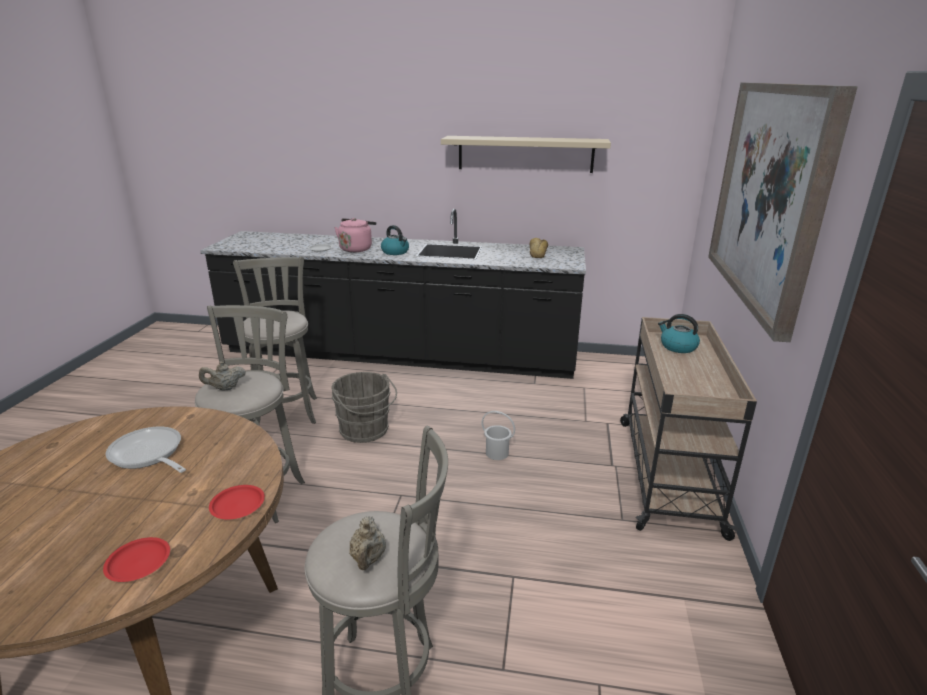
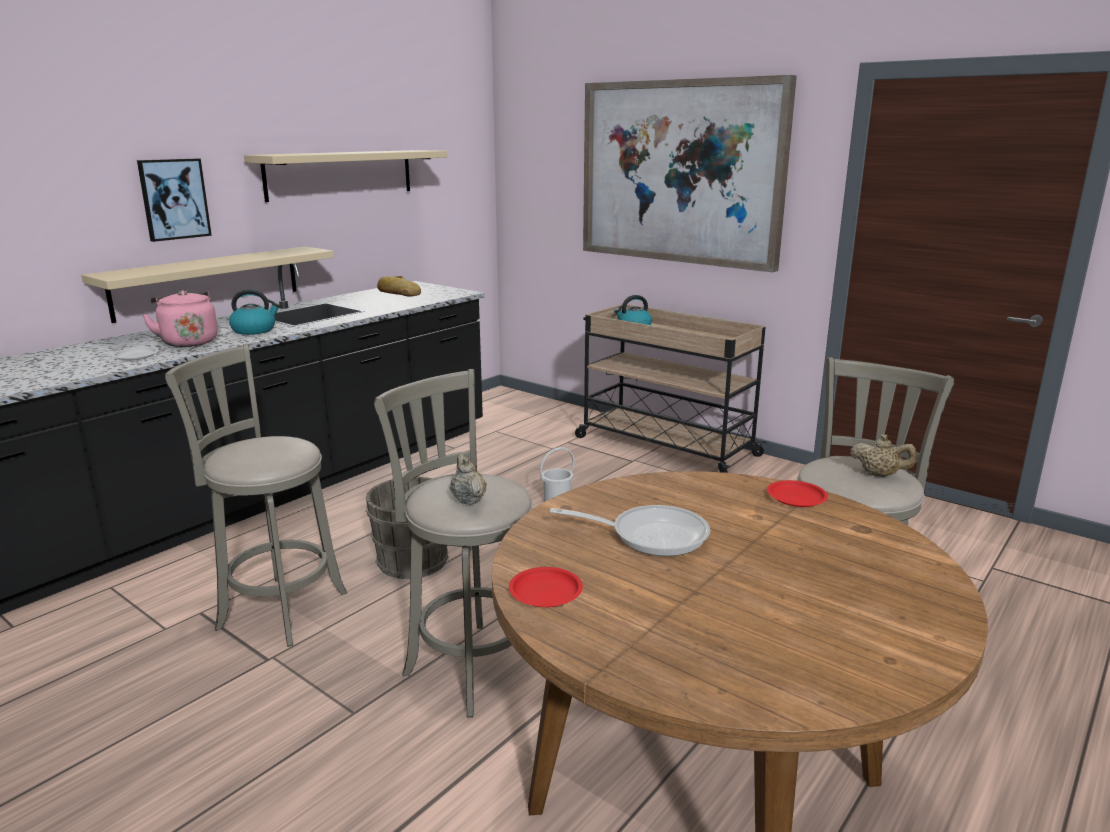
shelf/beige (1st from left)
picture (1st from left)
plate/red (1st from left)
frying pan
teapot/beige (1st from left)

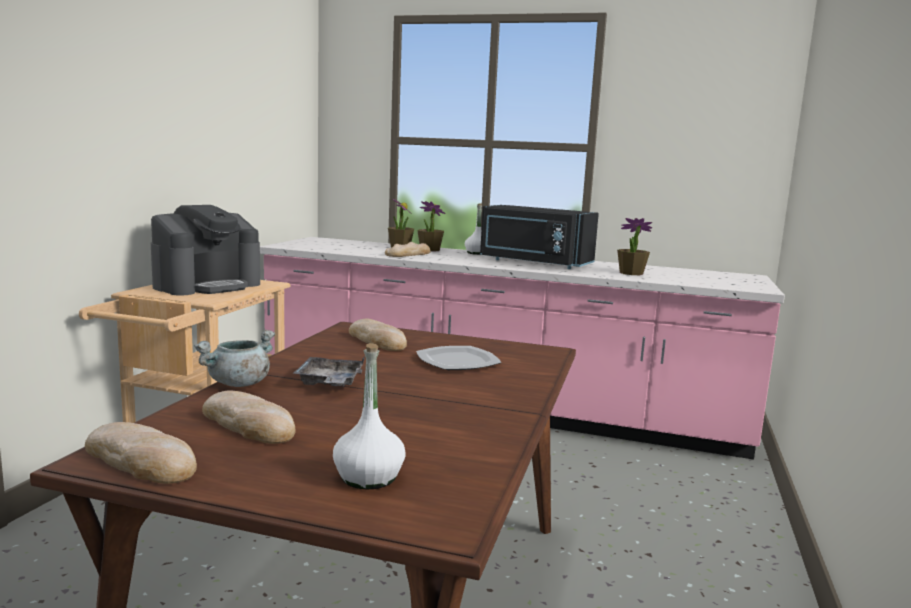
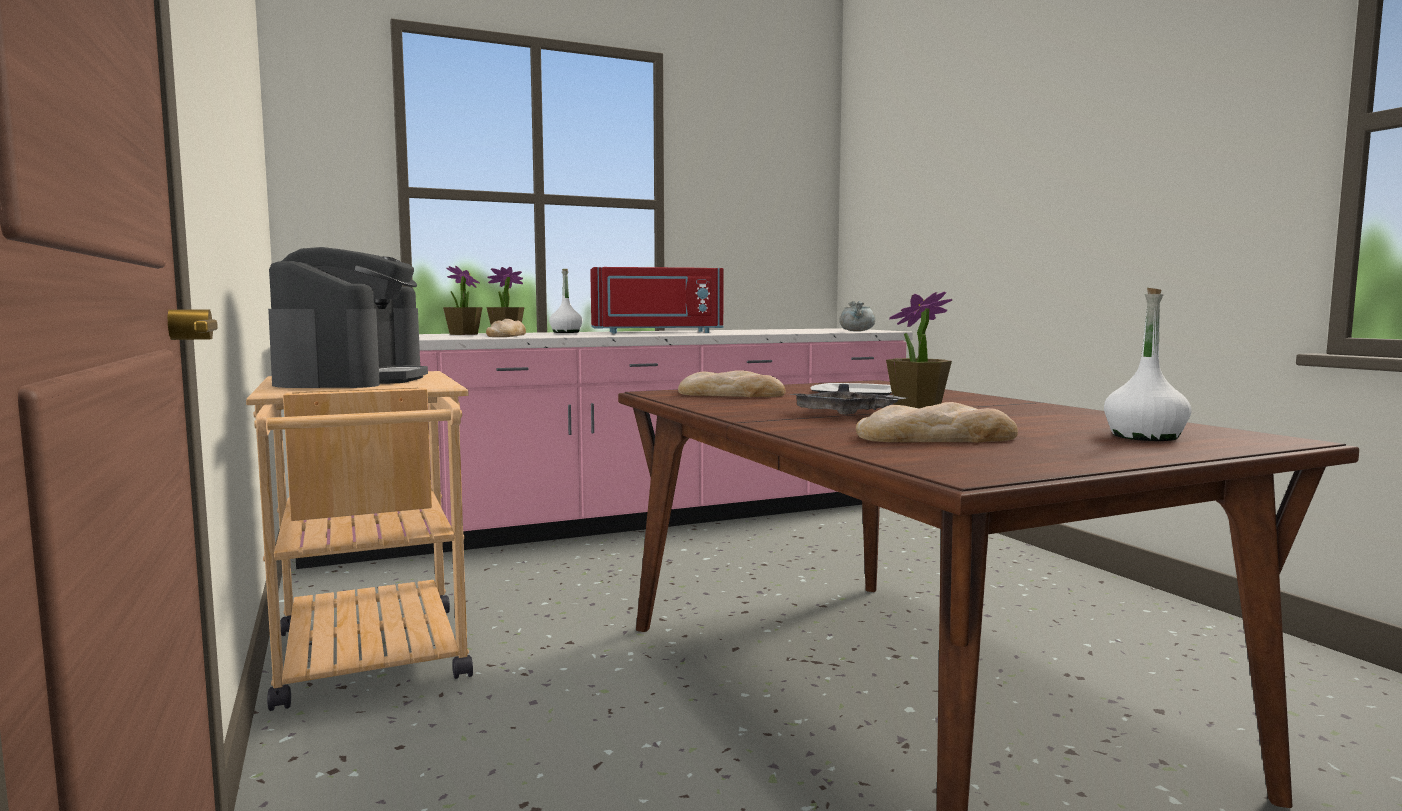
bread (1st from left in the first image)
cooking pot/grey
potted plant (3rd from left)
microwave/red

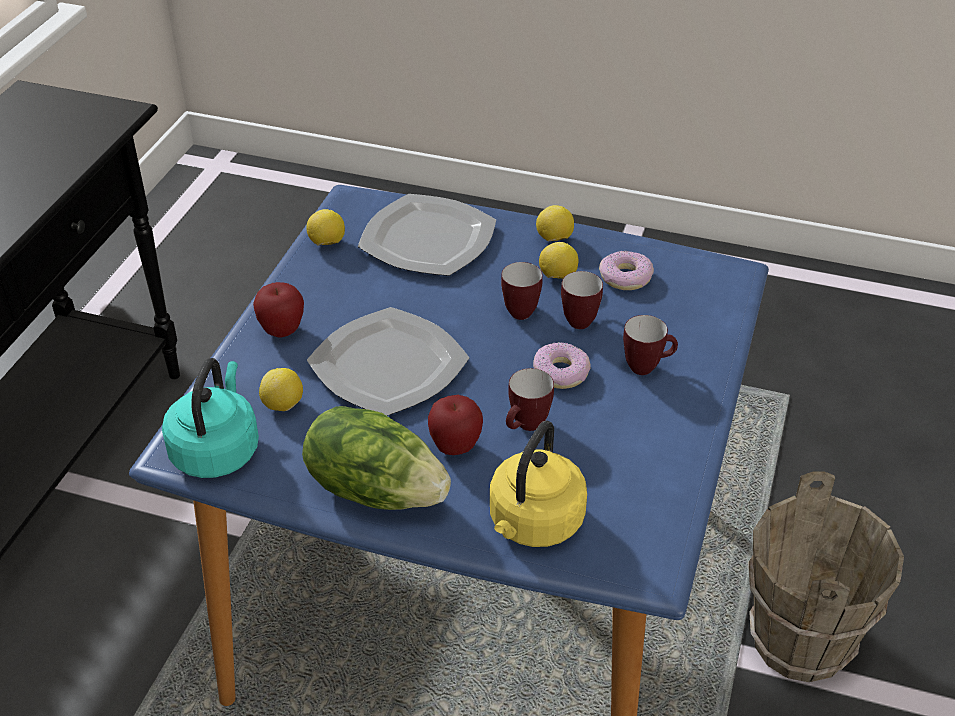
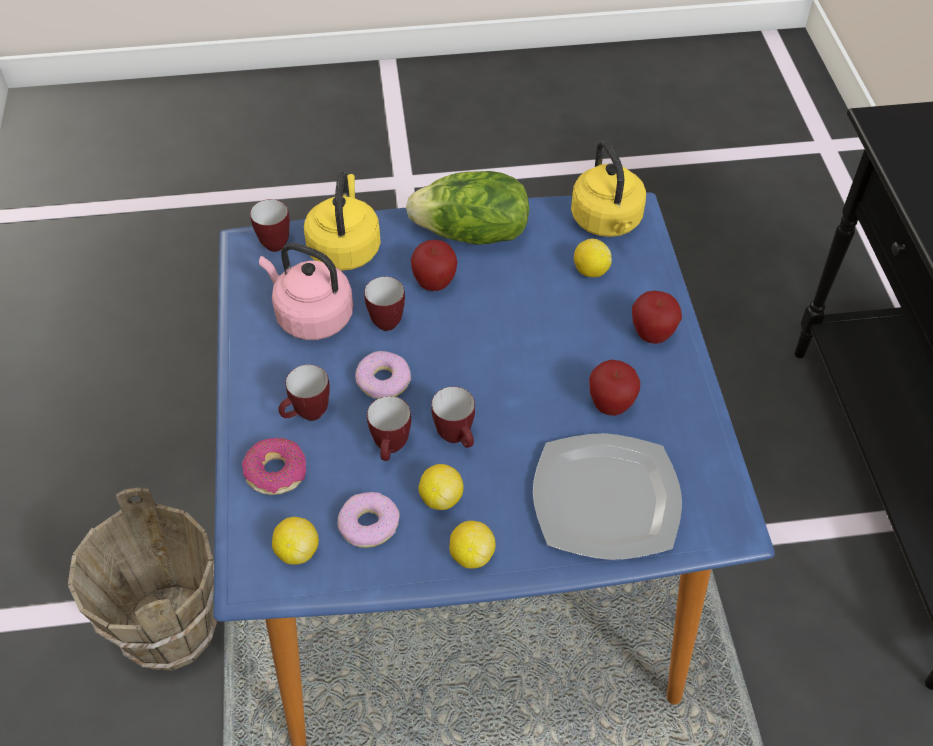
plate (1st from left in the first image)
donut (1st from left)
mug (1st from left)
kettle/pink
apple (2nd from left)
lemon (1st from left)
kettle/yellow (2nd from left)

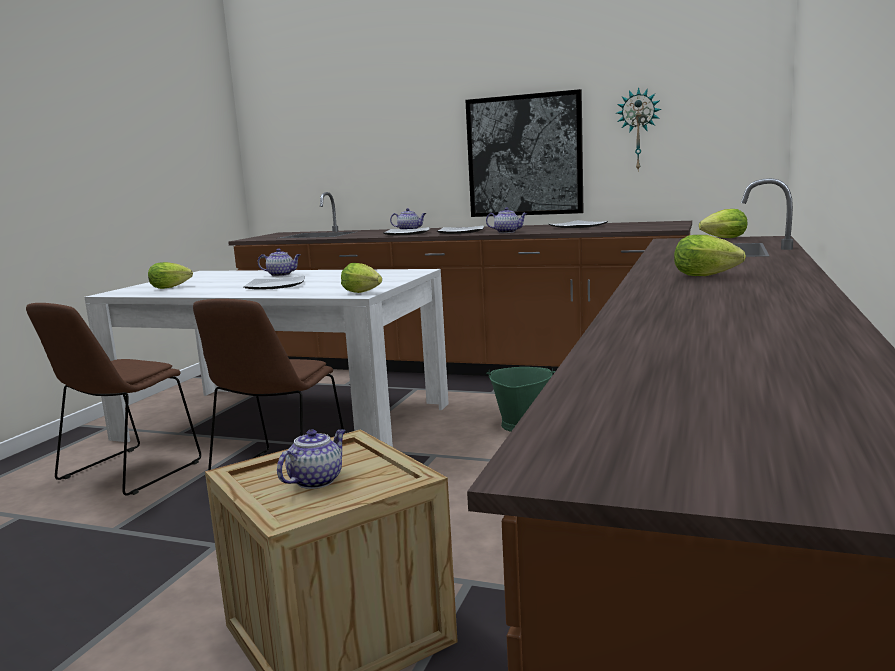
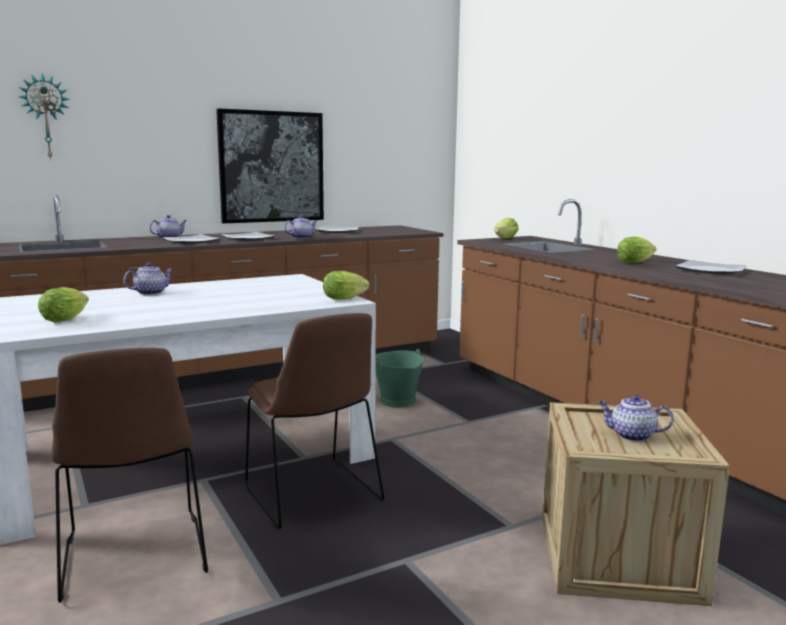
plate (4th from left)
wall clock
teapot (4th from left)

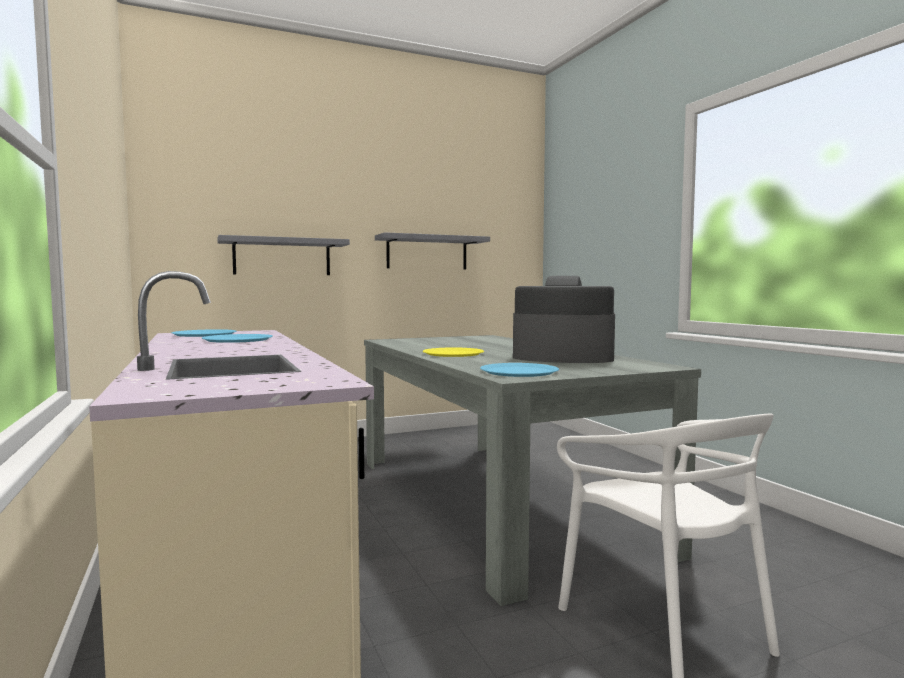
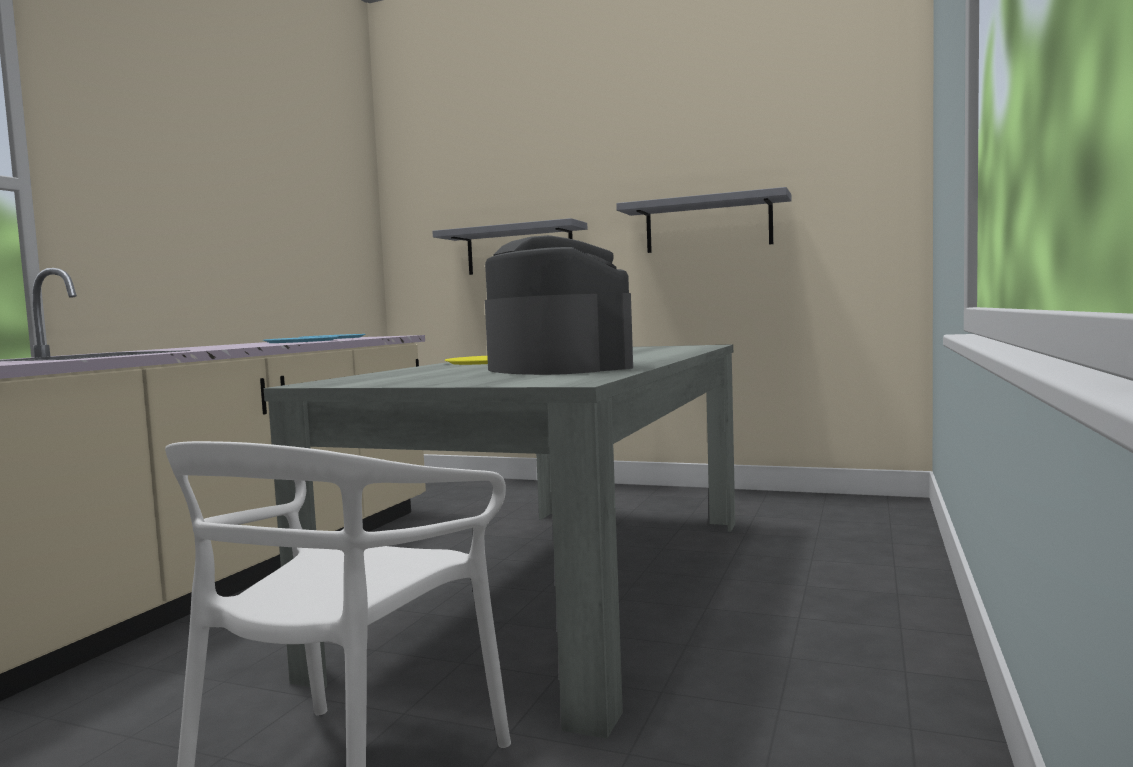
plate/blue (3rd from left in the first image)

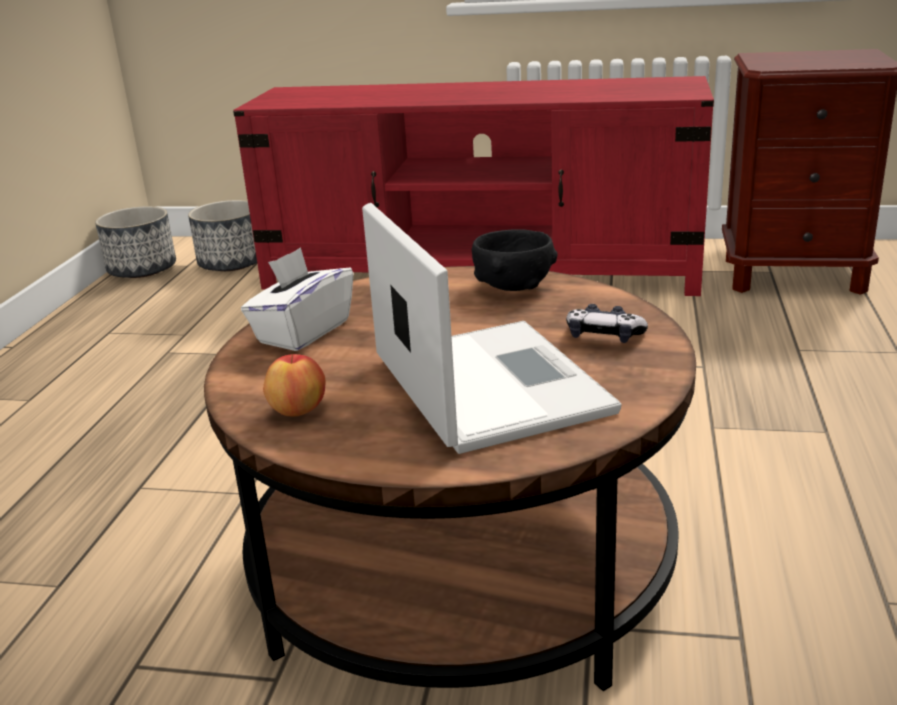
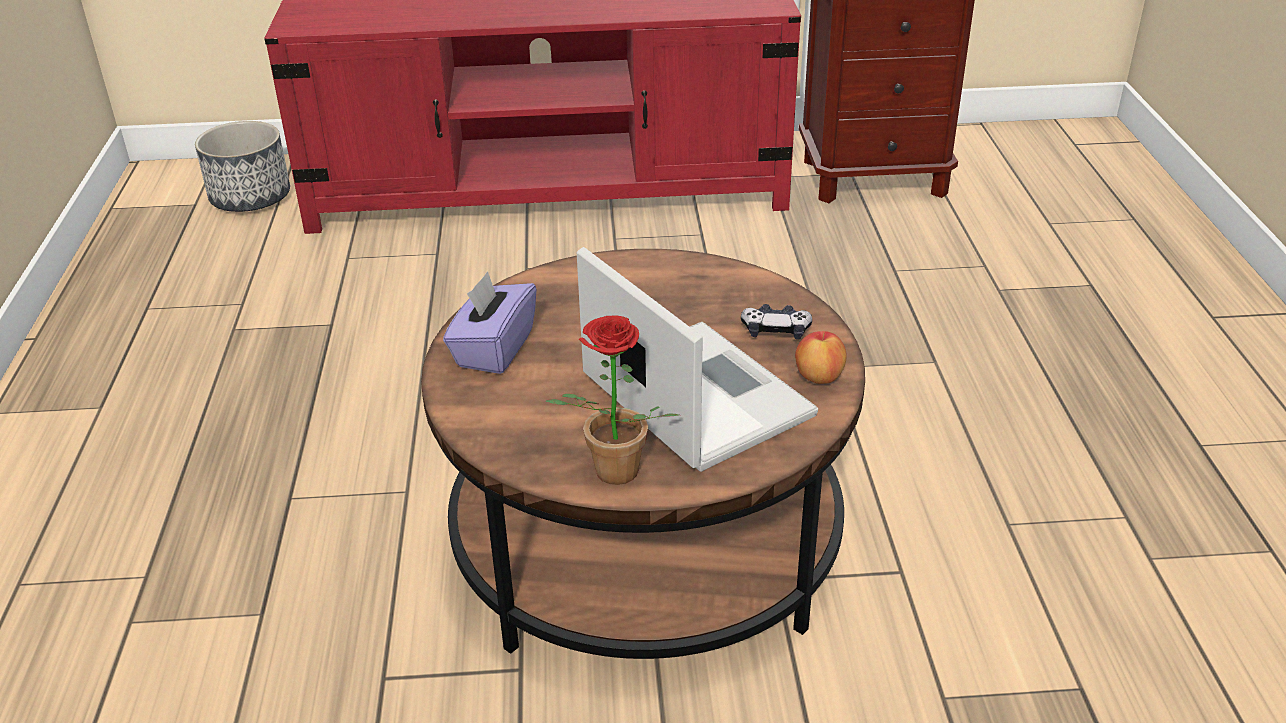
planter (1st from left in the first image)
bowl/black
potted plant
apple
tissue box/purple

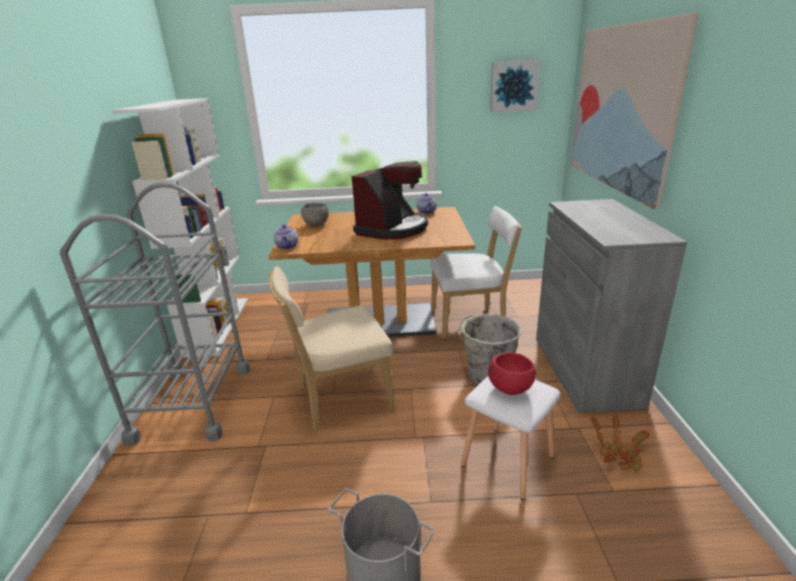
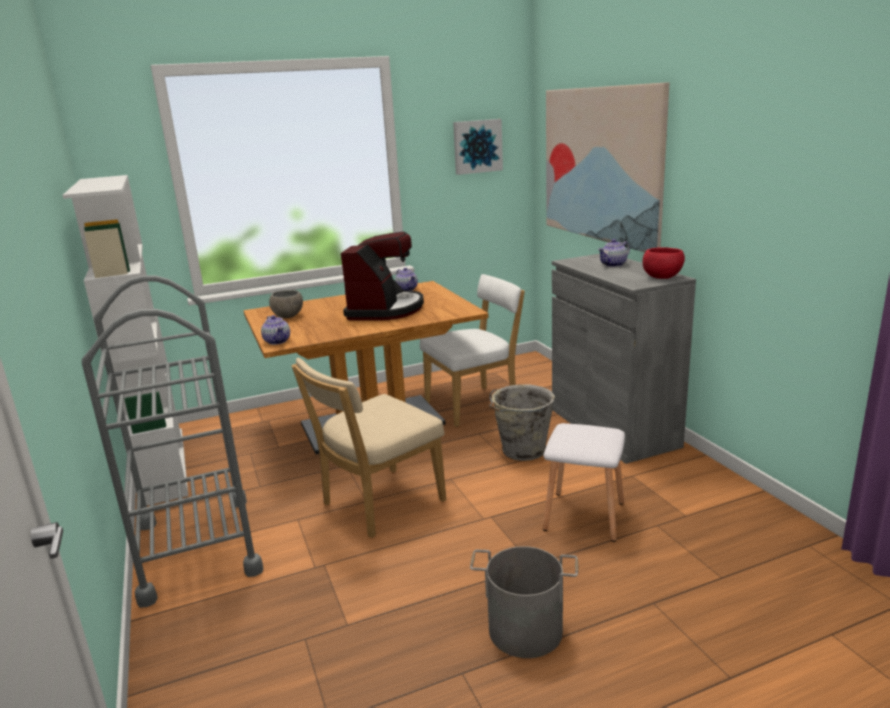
potted plant
teapot (3rd from left)
bowl/red

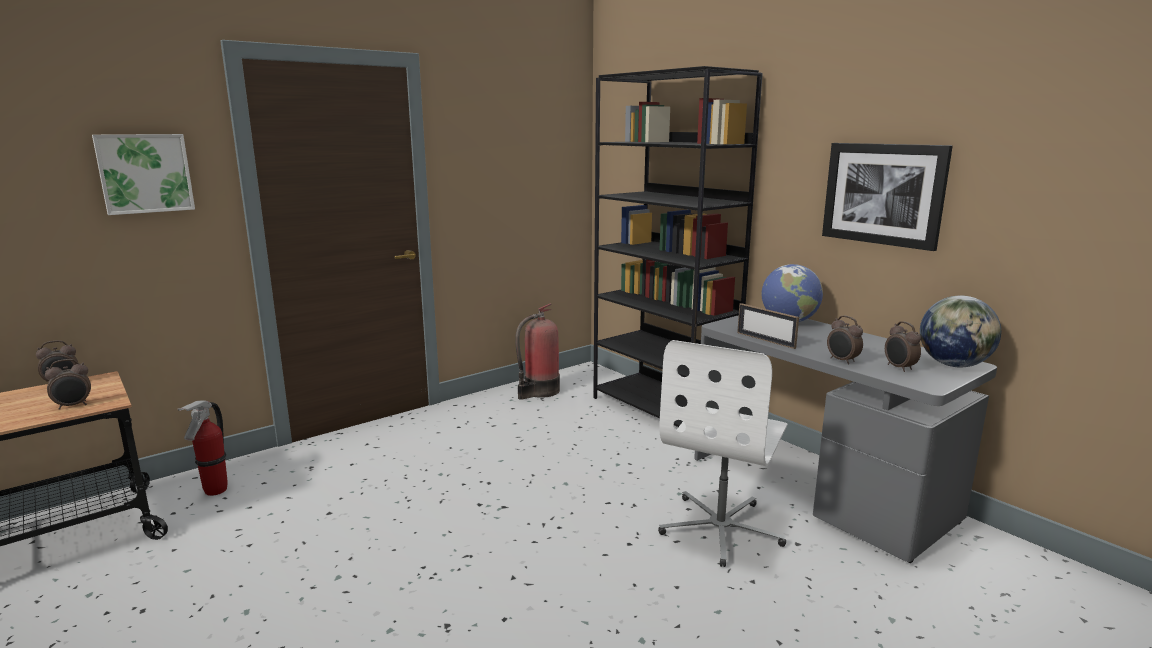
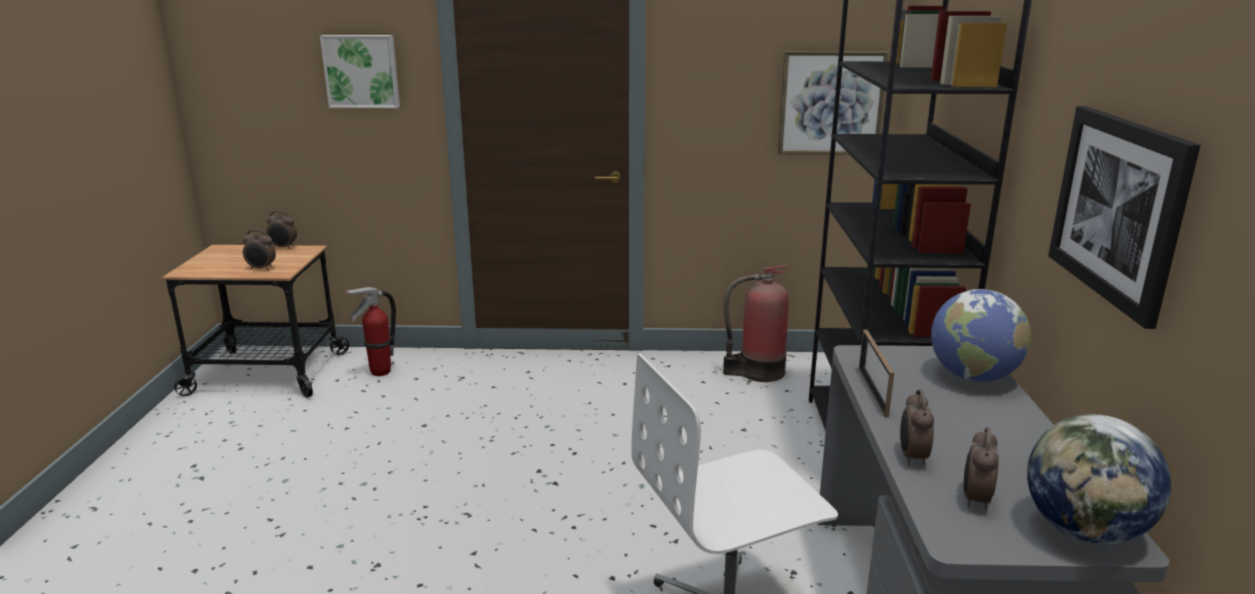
picture (2nd from left)

